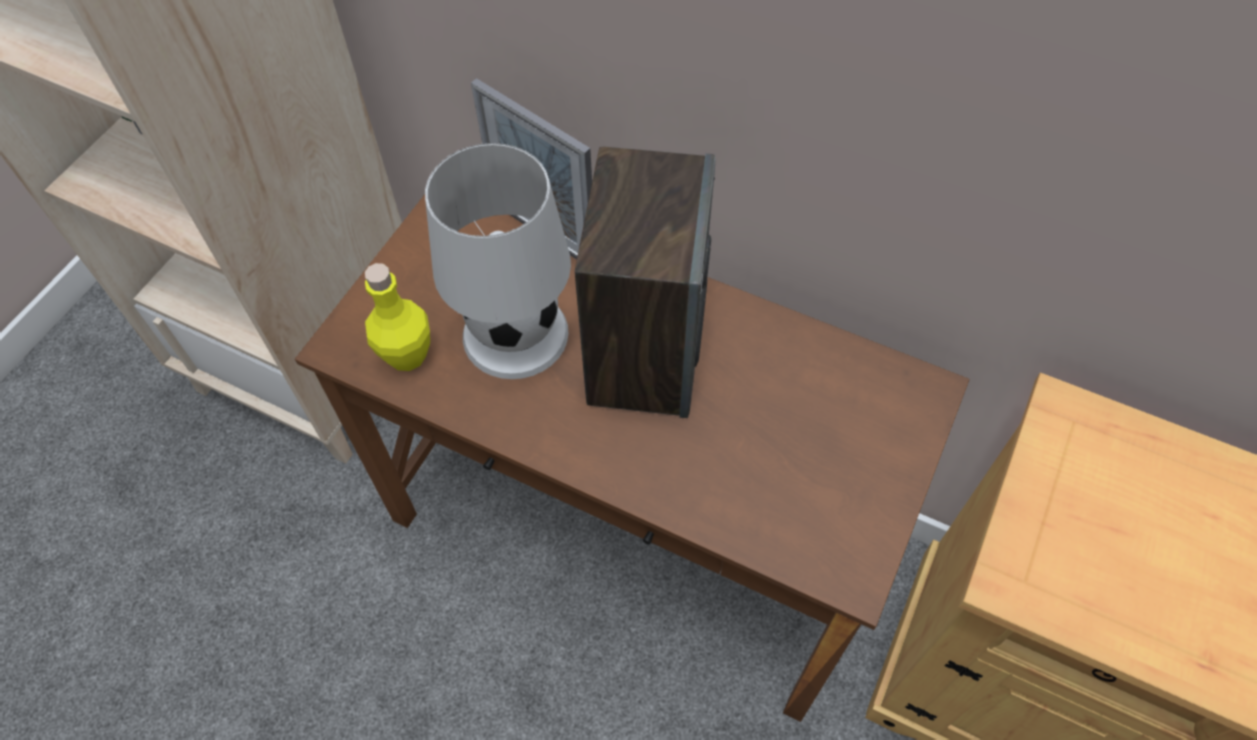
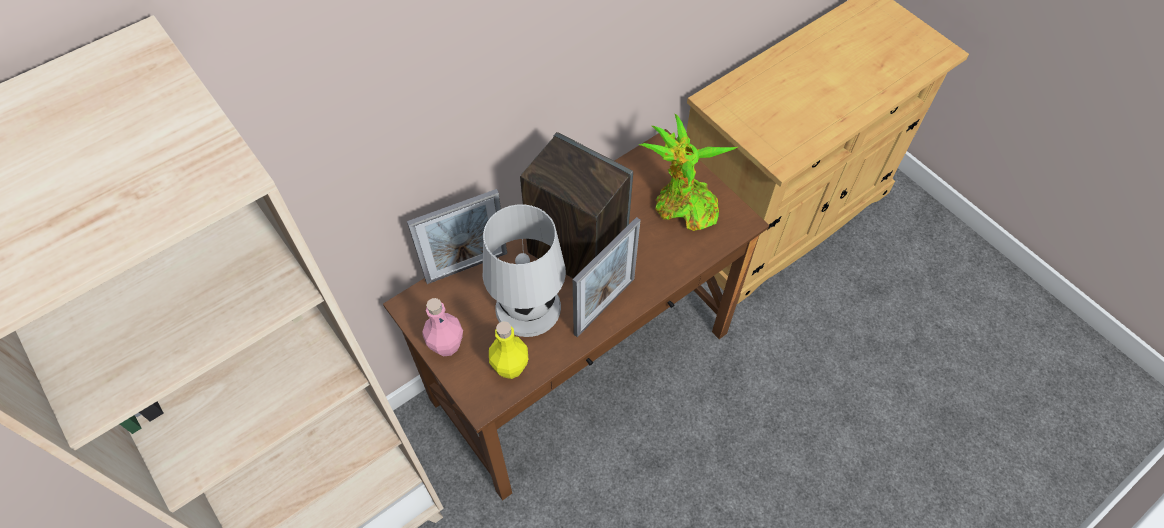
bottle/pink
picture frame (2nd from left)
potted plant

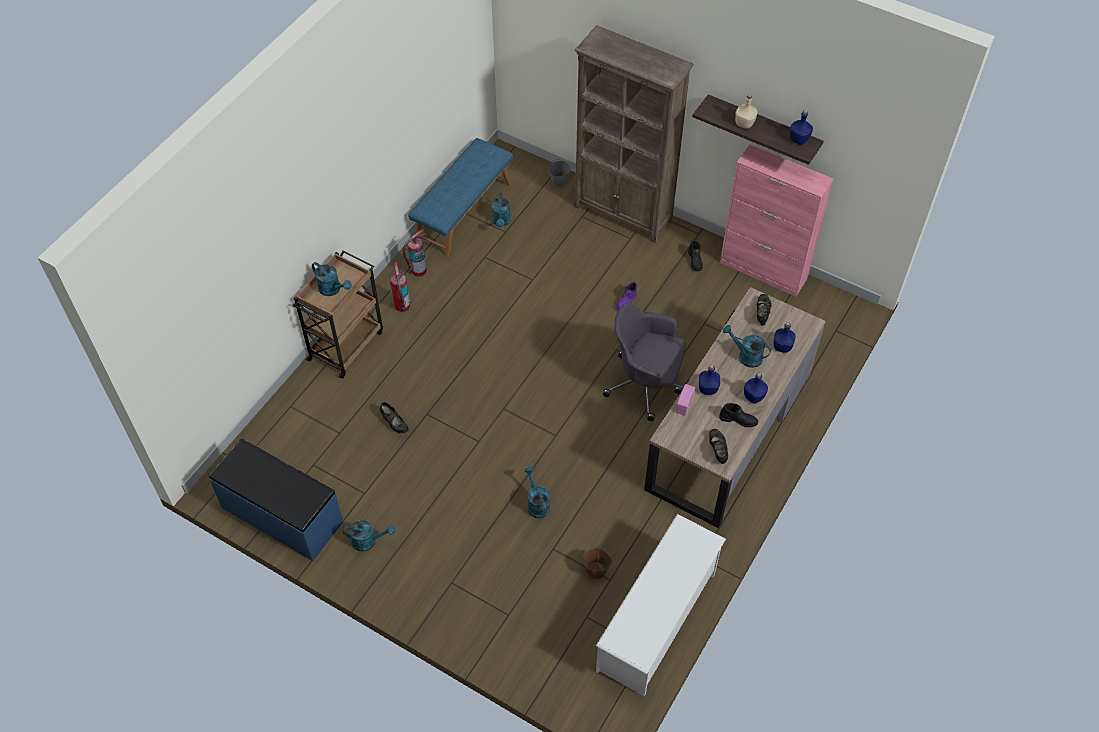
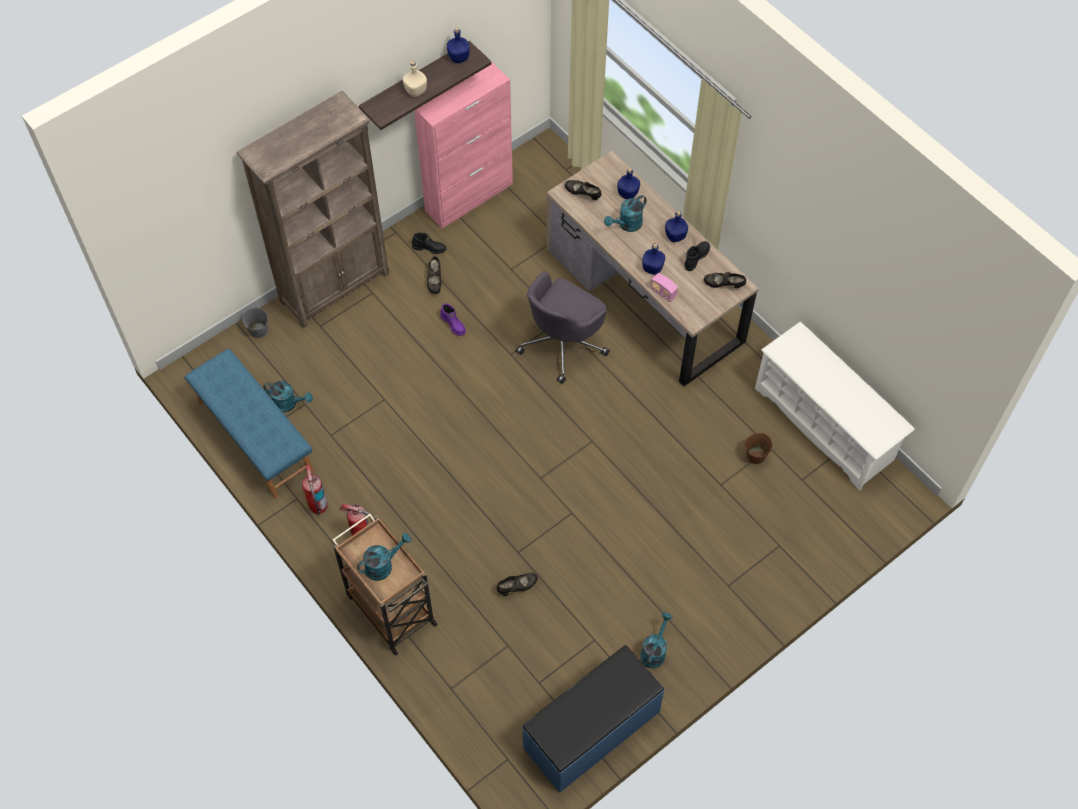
watering can/turquoise (4th from left in the first image)
shoe/black (1st from left)

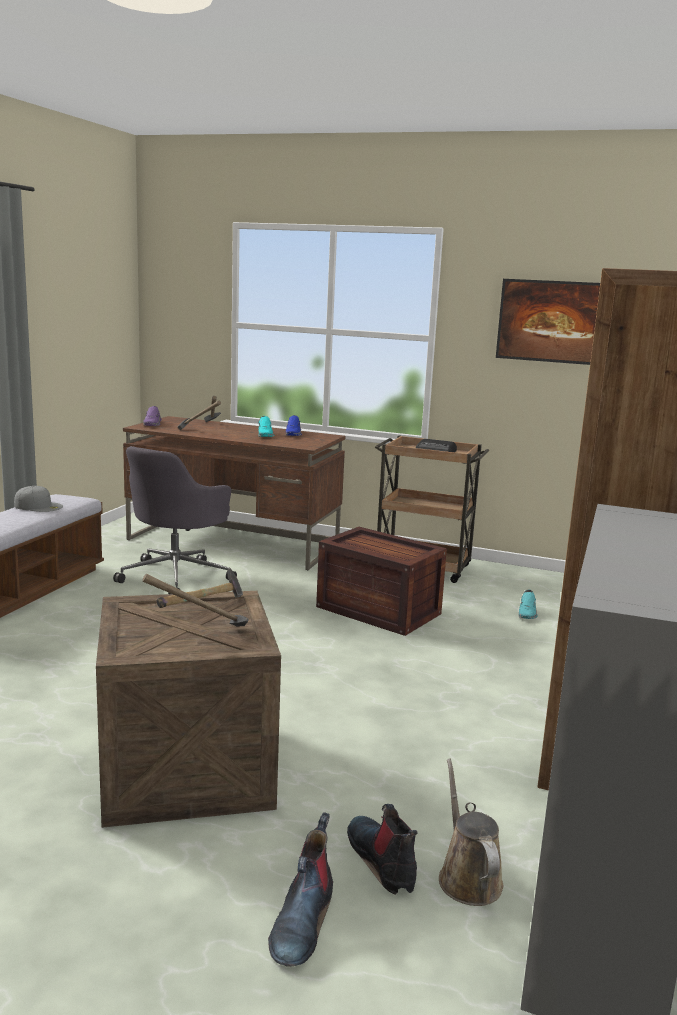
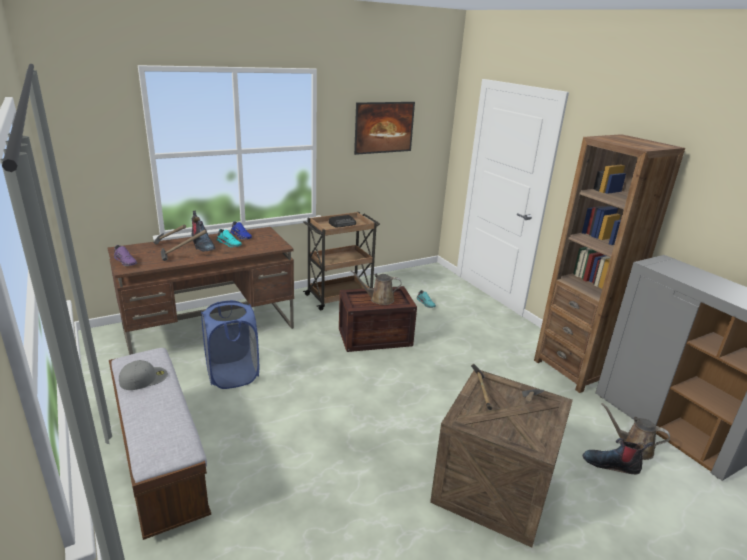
watering can/brown (1st from left)
boot (1st from left)
laundry basket/blue

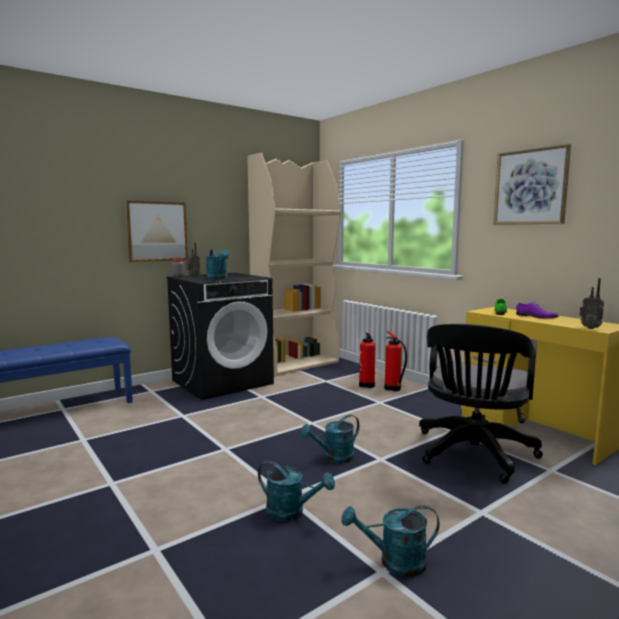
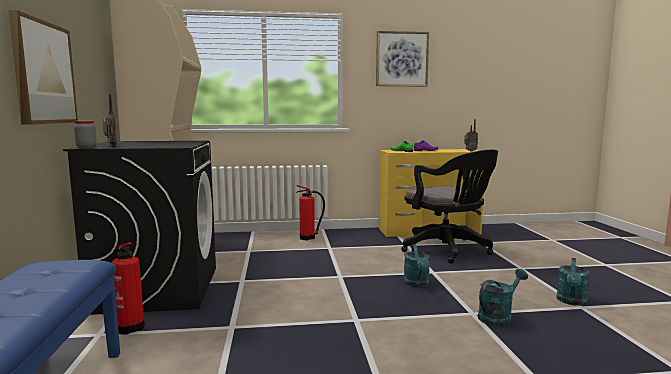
watering can/turquoise (1st from left in the first image)
fire extinguisher (1st from left)

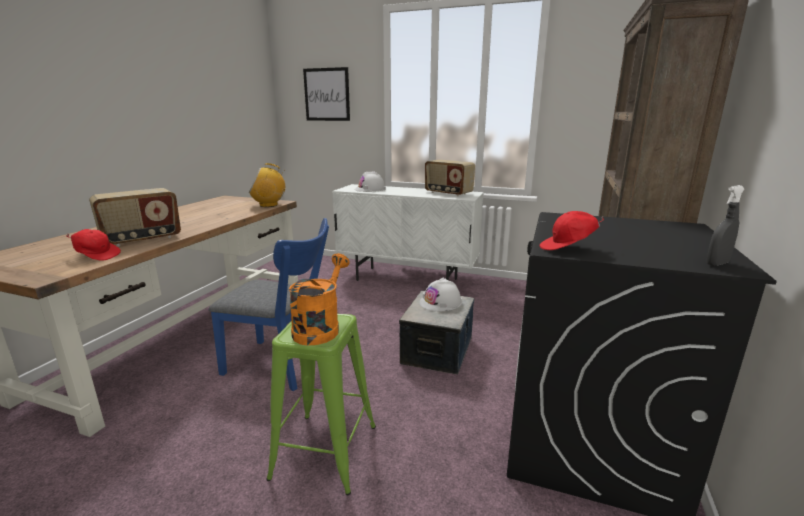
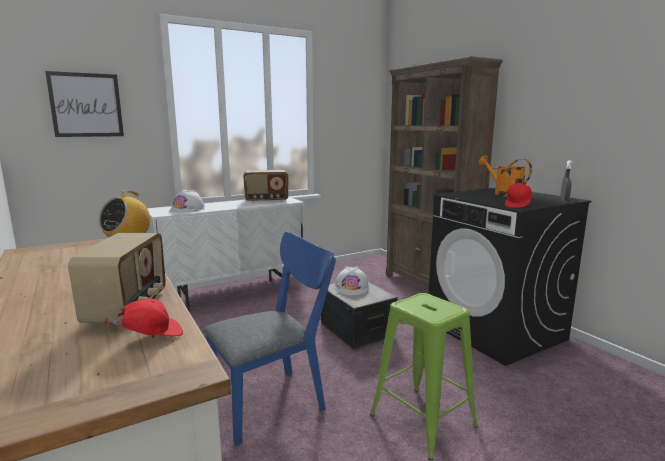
watering can/orange

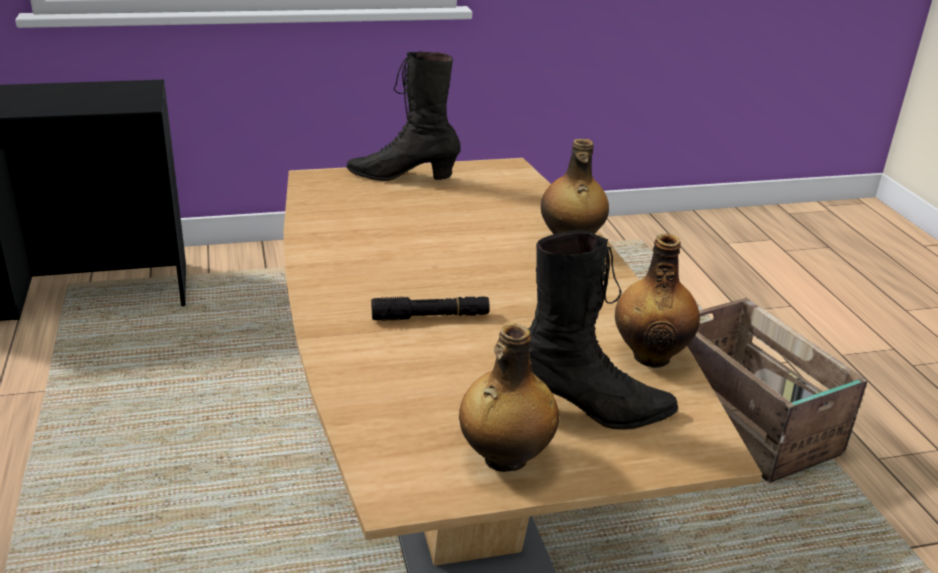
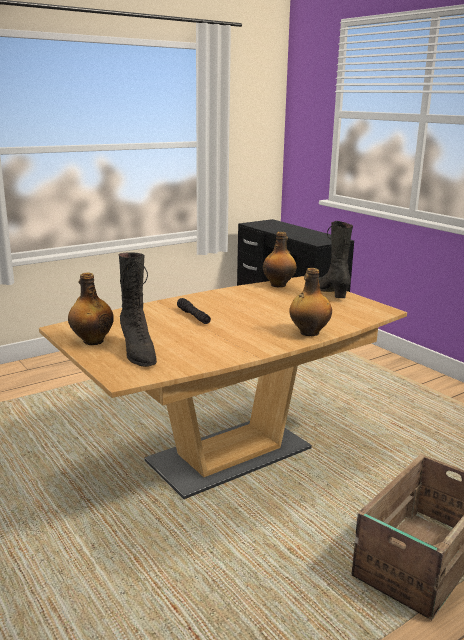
bottle (2nd from left)

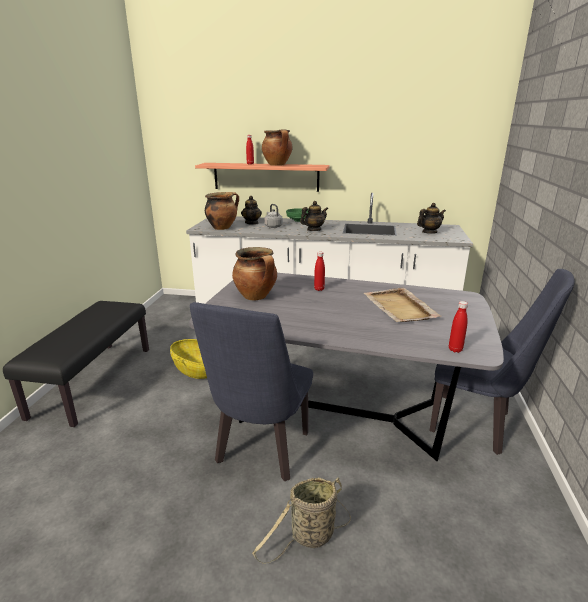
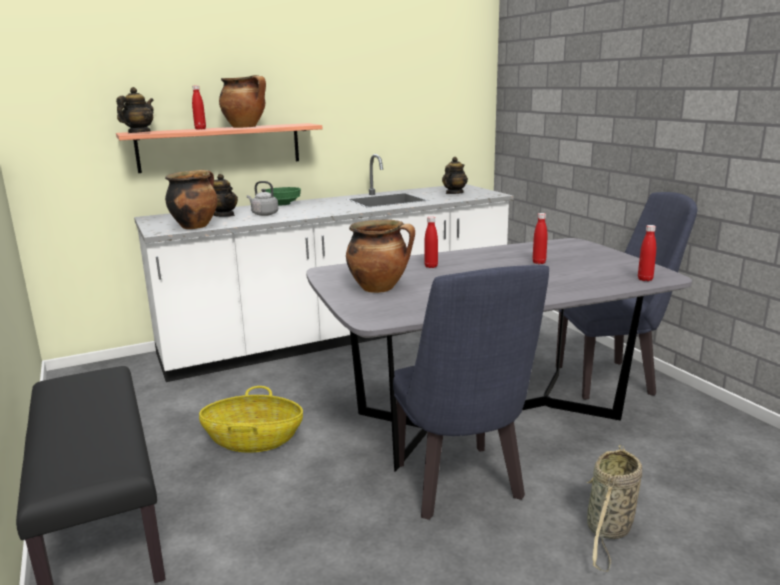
teapot (1st from left)
bottle/red (3rd from left)

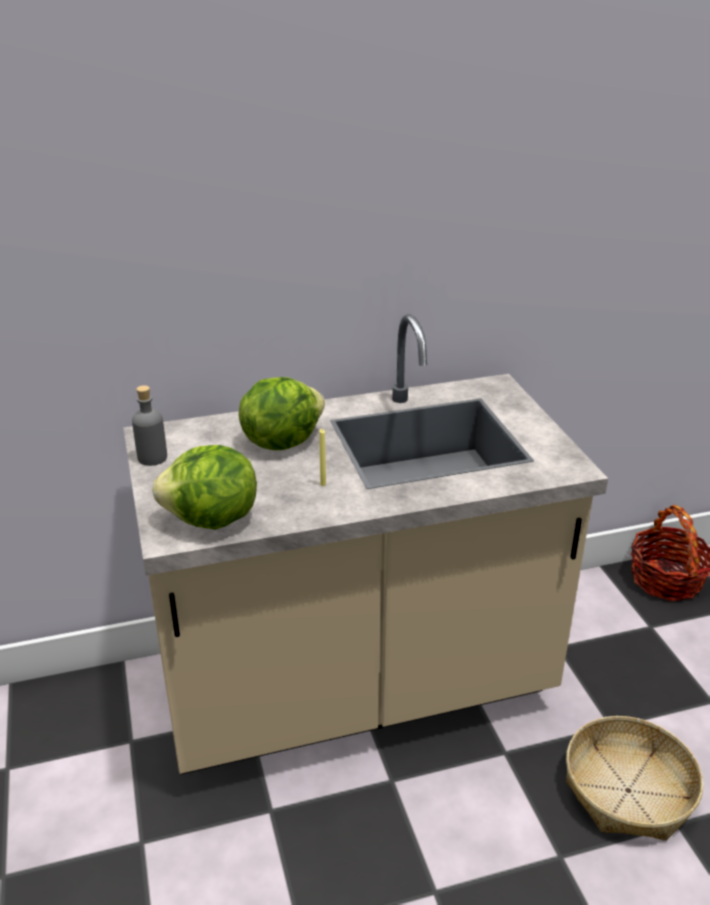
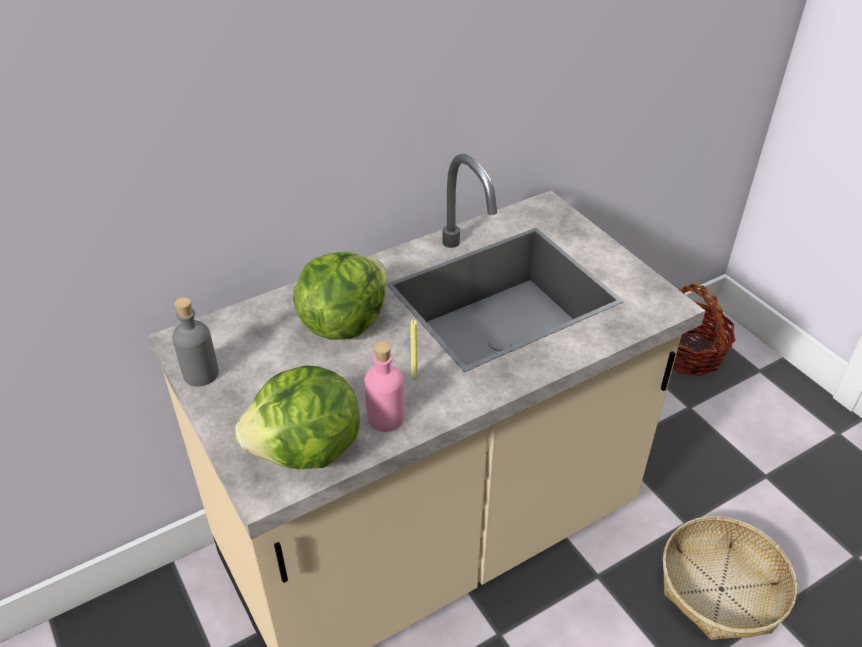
bottle/pink

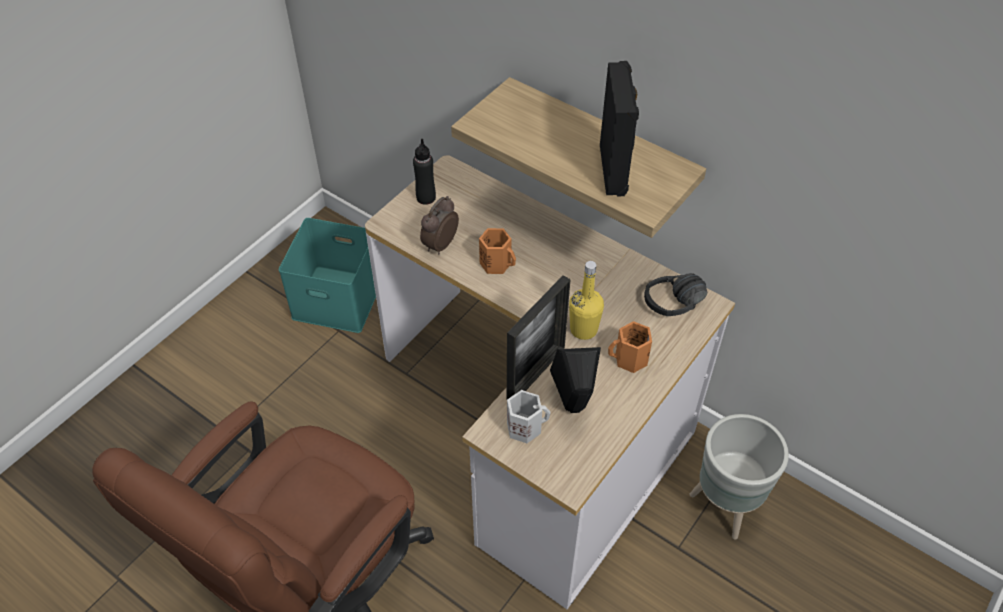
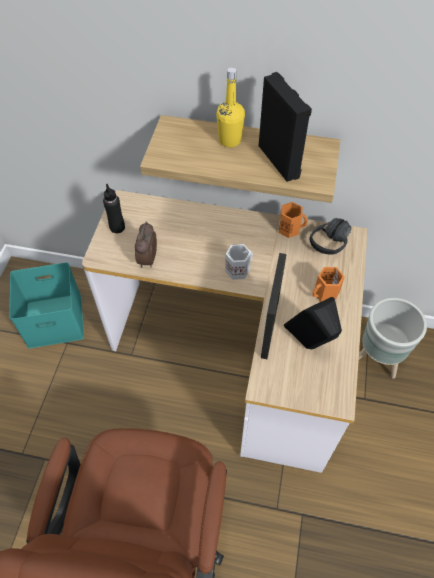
mug/orange (1st from left)
mug/white
bottle/yellow

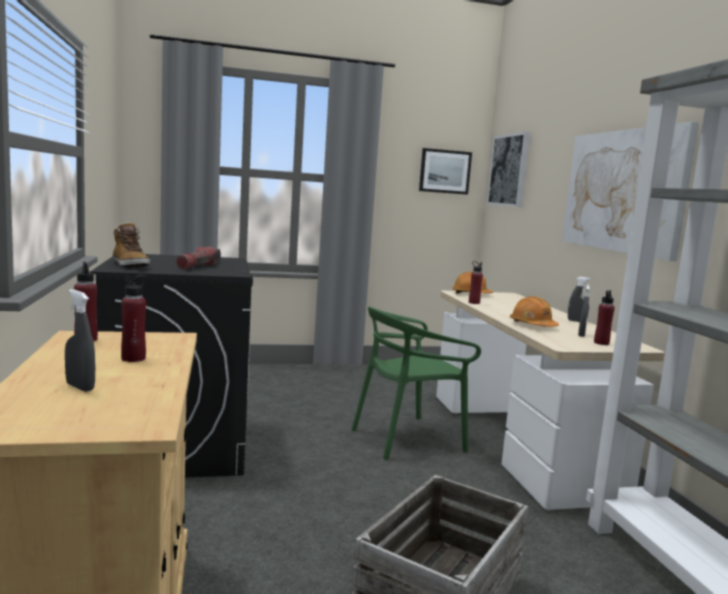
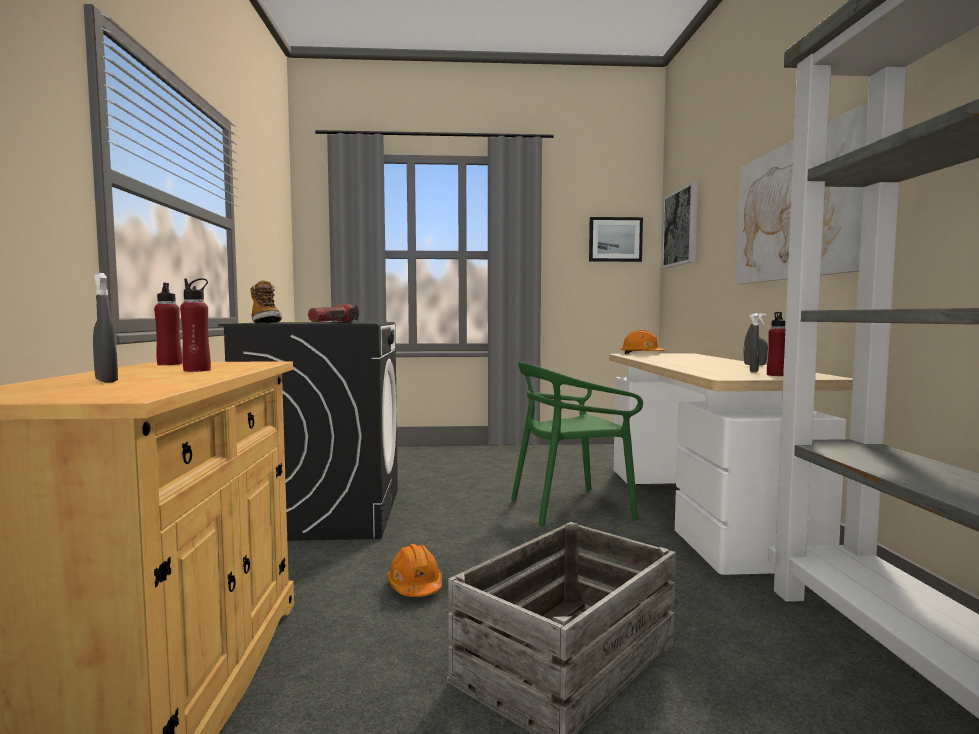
bottle/red (3rd from left in the first image)
hard hat/orange (1st from left)

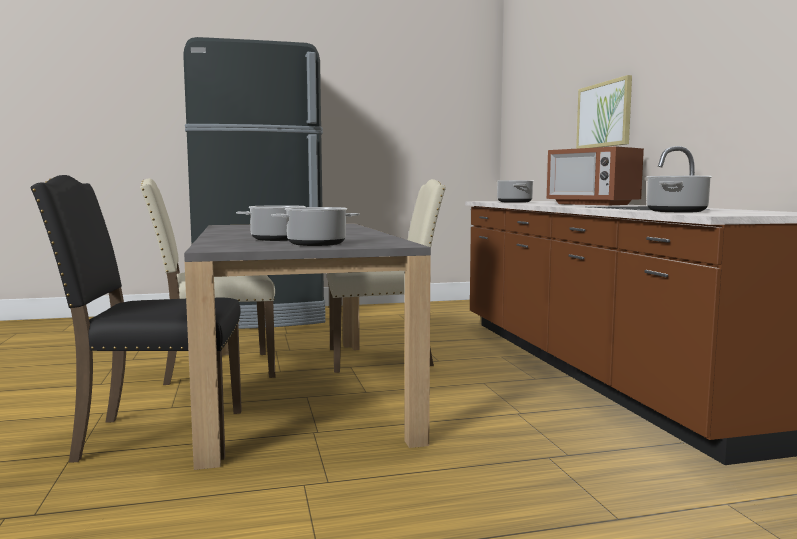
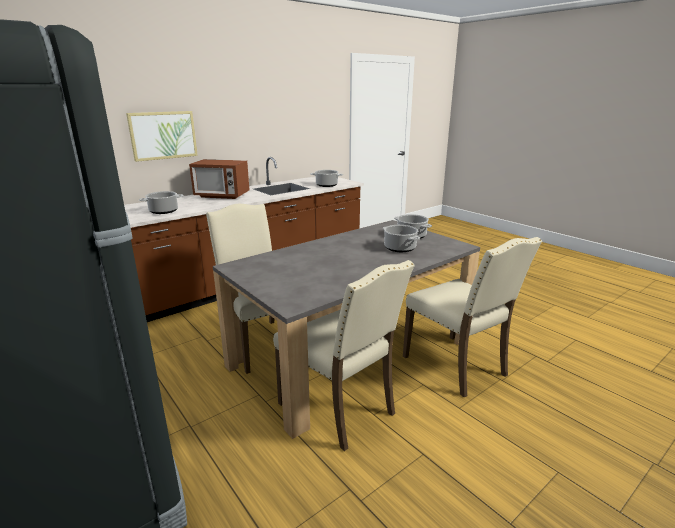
chair/beige (3rd from left)
microwave

